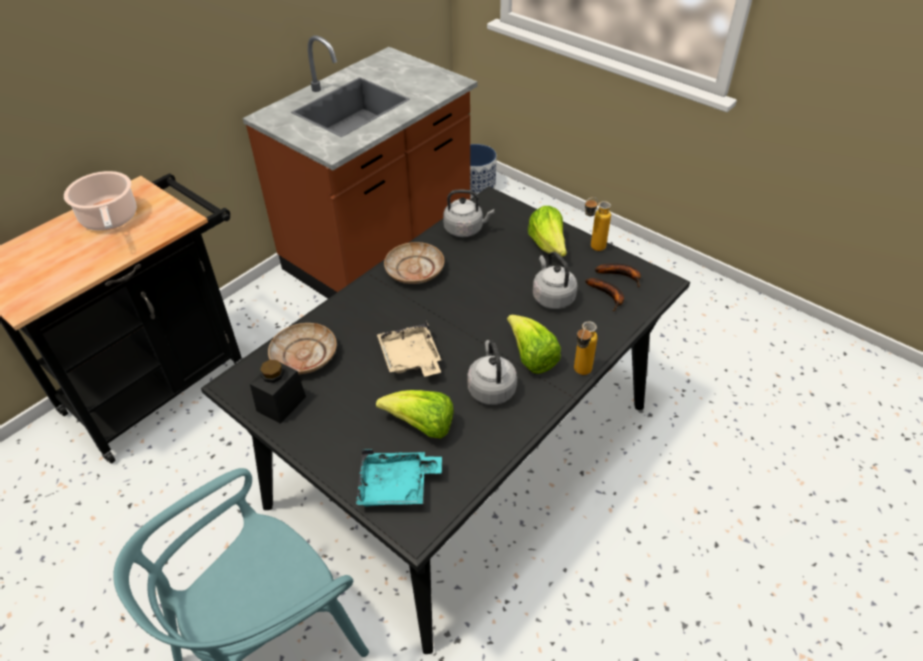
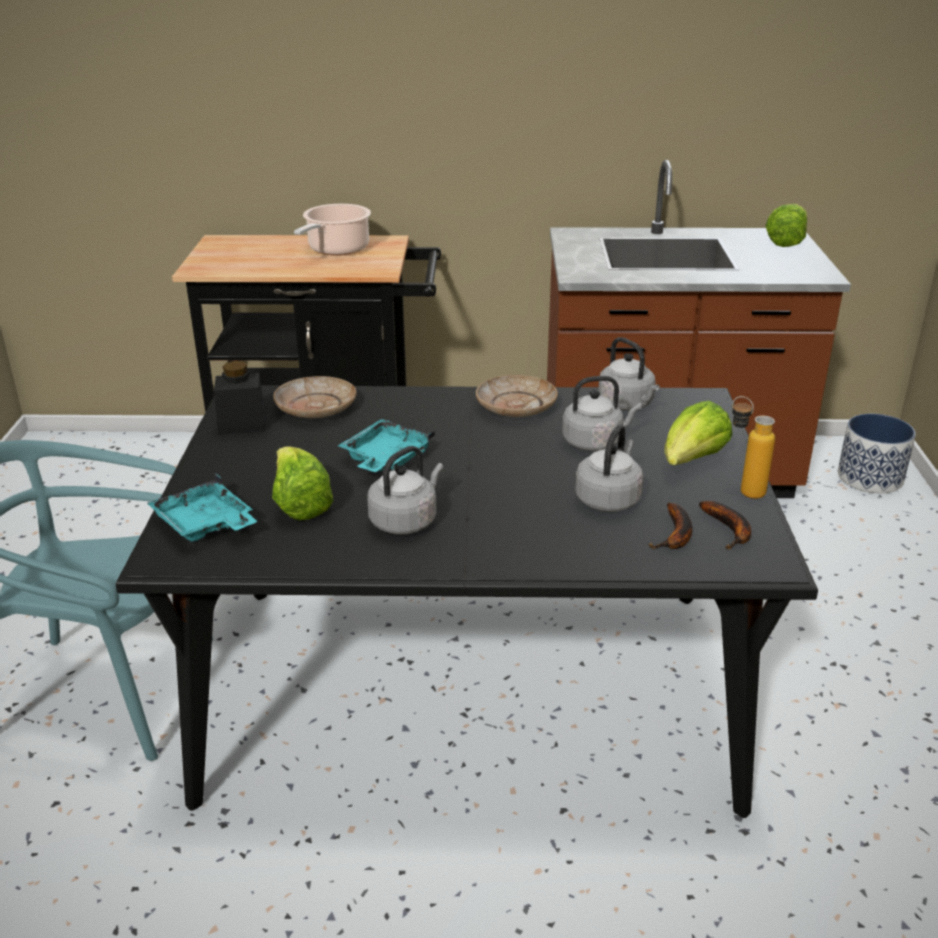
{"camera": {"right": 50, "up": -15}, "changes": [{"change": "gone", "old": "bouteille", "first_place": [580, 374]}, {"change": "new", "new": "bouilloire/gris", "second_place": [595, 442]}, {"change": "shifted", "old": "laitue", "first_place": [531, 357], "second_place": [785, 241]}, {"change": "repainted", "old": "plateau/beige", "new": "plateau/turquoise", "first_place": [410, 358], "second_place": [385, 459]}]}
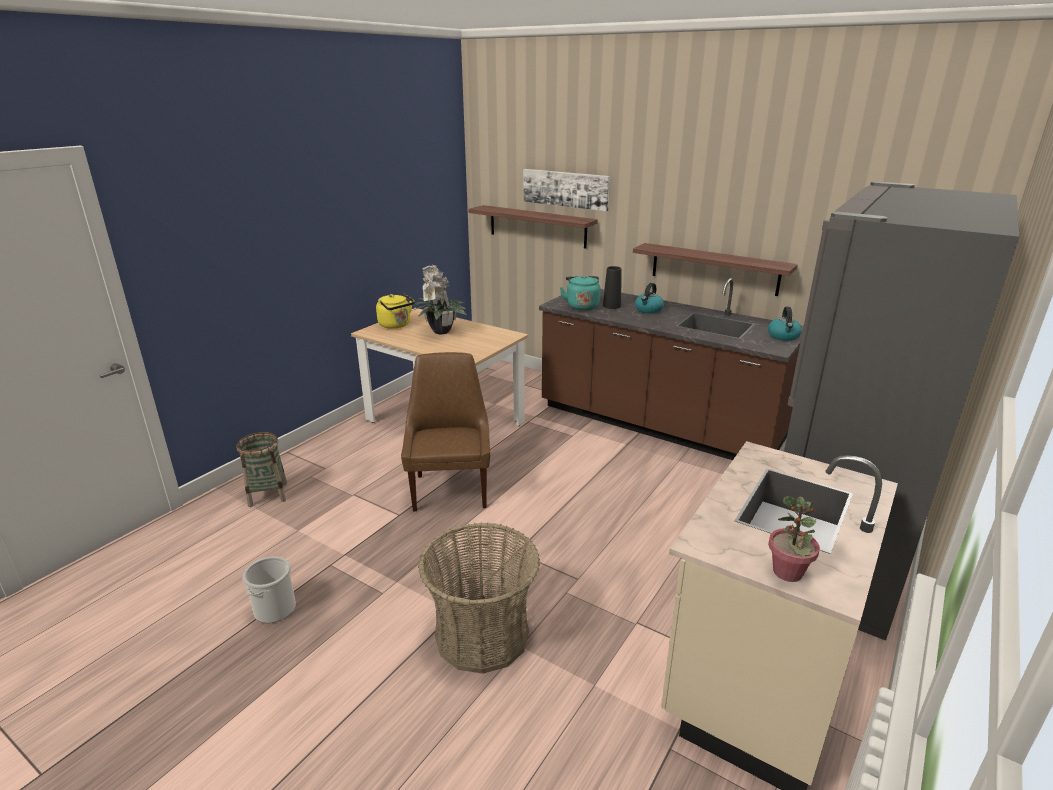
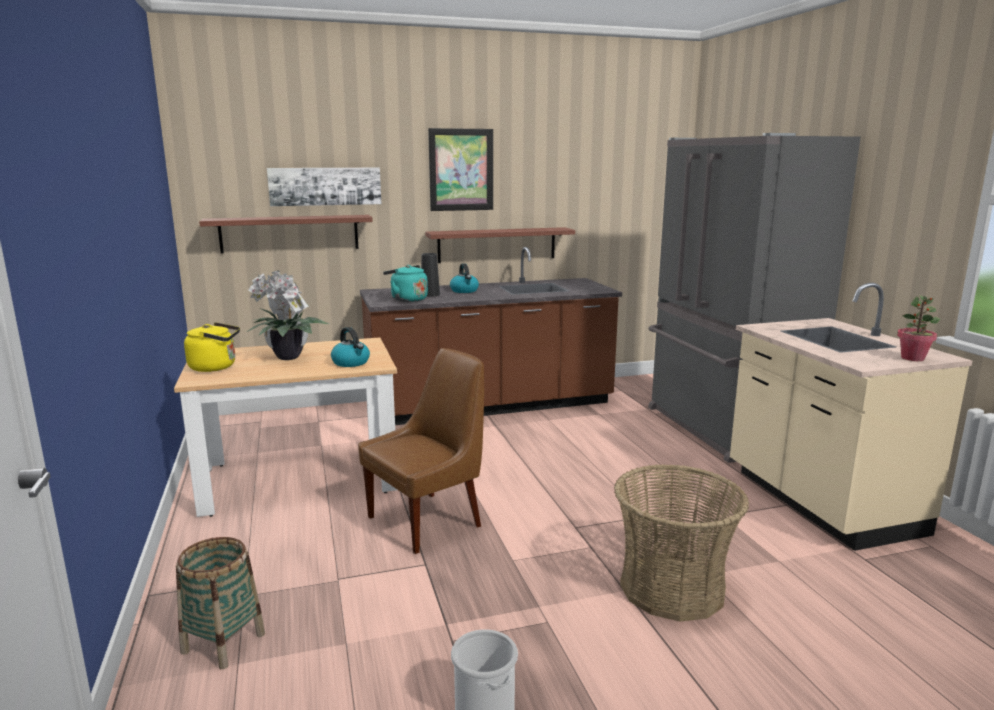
{"camera": {"right": -50, "up": -10}, "changes": [{"change": "new", "new": "tableau", "second_place": [461, 170]}, {"change": "shifted", "old": "bouilloire", "first_place": [783, 336], "second_place": [351, 363]}, {"change": "rotated", "old": "chaise/marron", "first_place": [451, 489], "second_place": [428, 520], "degrees": 105}]}
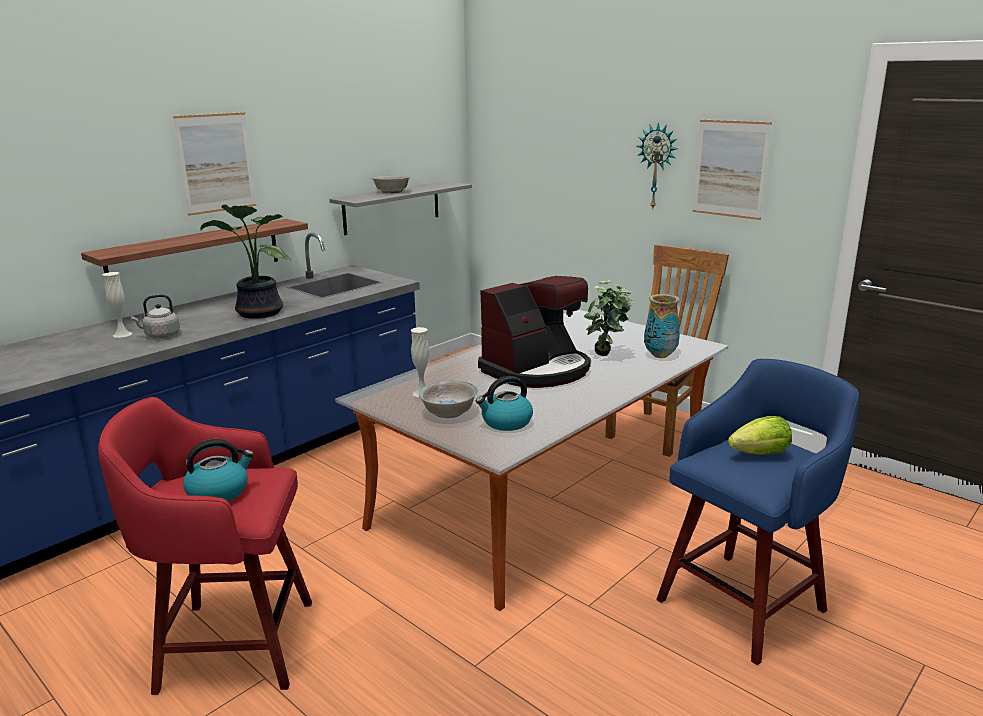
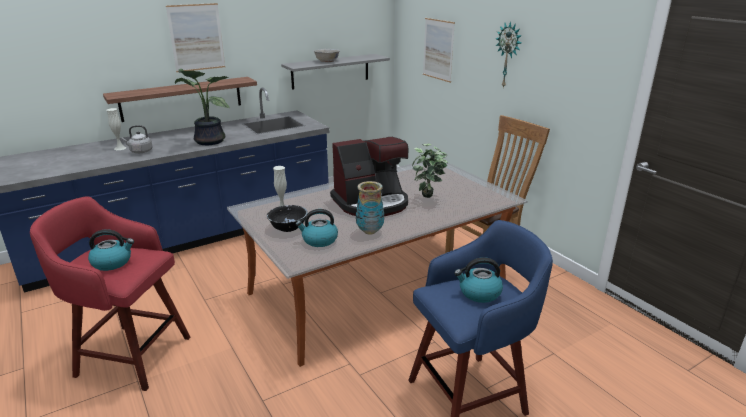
{"camera": {"right": 15, "up": 5}, "changes": [{"change": "shifted", "old": "vase", "first_place": [659, 355], "second_place": [369, 231]}, {"change": "shifted", "old": "tableau", "first_place": [730, 169], "second_place": [438, 49]}, {"change": "swapped", "old": "laitue", "new": "bouilloire", "first_place": [760, 454], "second_place": [479, 293]}, {"change": "repainted", "old": "bol/blanc", "new": "bol/noir", "first_place": [449, 412], "second_place": [288, 227]}]}
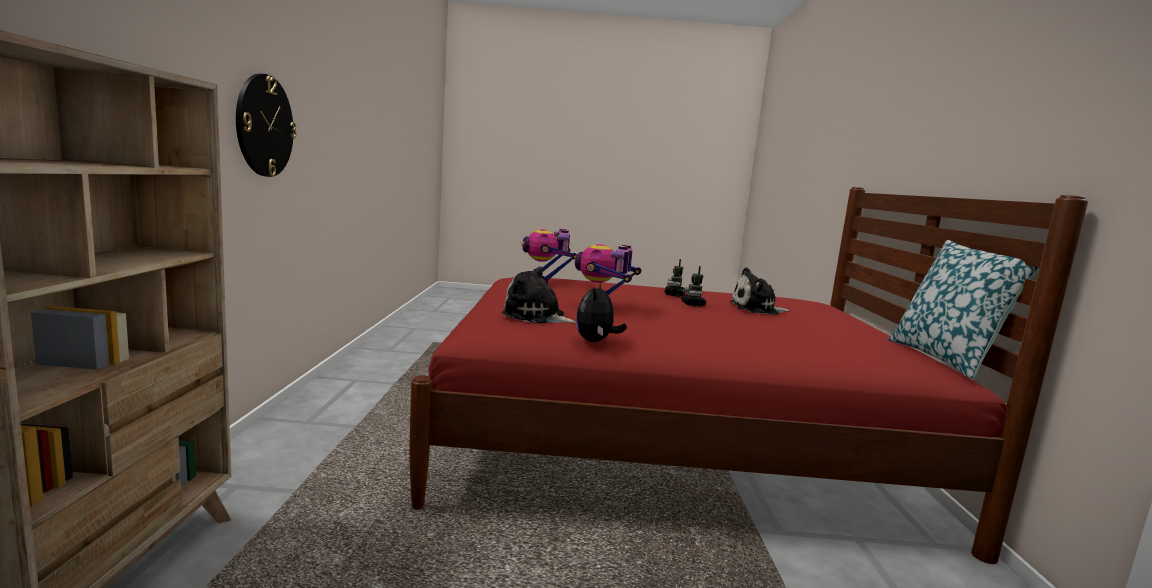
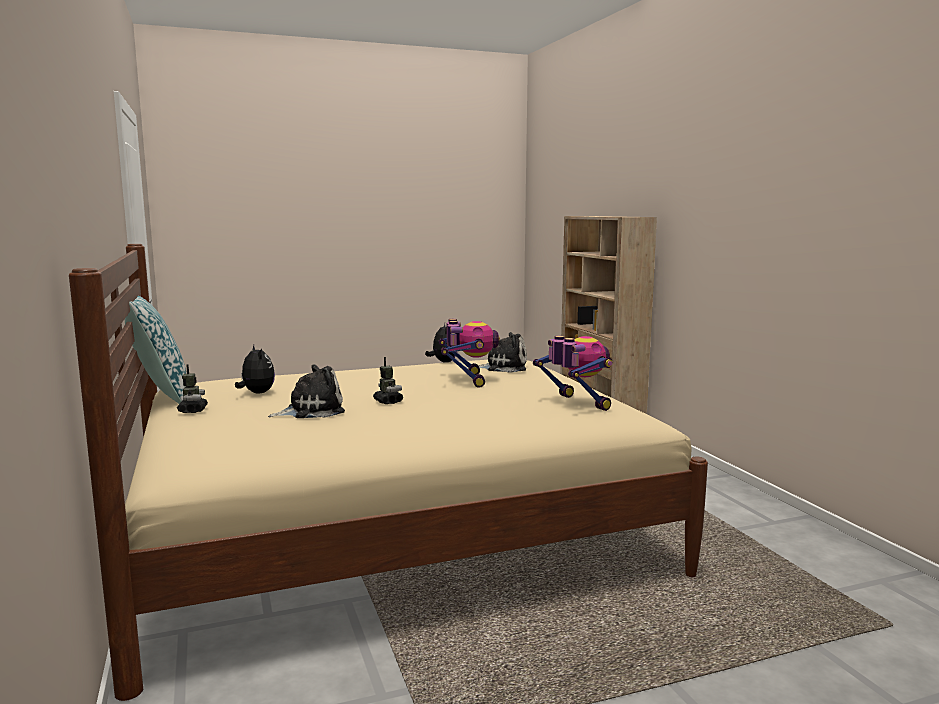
{"camera": {"right": 160, "up": 0}, "changes": [{"change": "gone", "old": "horloge murale", "first_place": [264, 126]}, {"change": "new", "new": "peluche", "second_place": [256, 393]}, {"change": "shifted", "old": "robot jouet", "first_place": [674, 295], "second_place": [193, 410]}, {"change": "repainted", "old": "lit/rouge", "new": "lit/beige", "first_place": [671, 441], "second_place": [395, 537]}]}
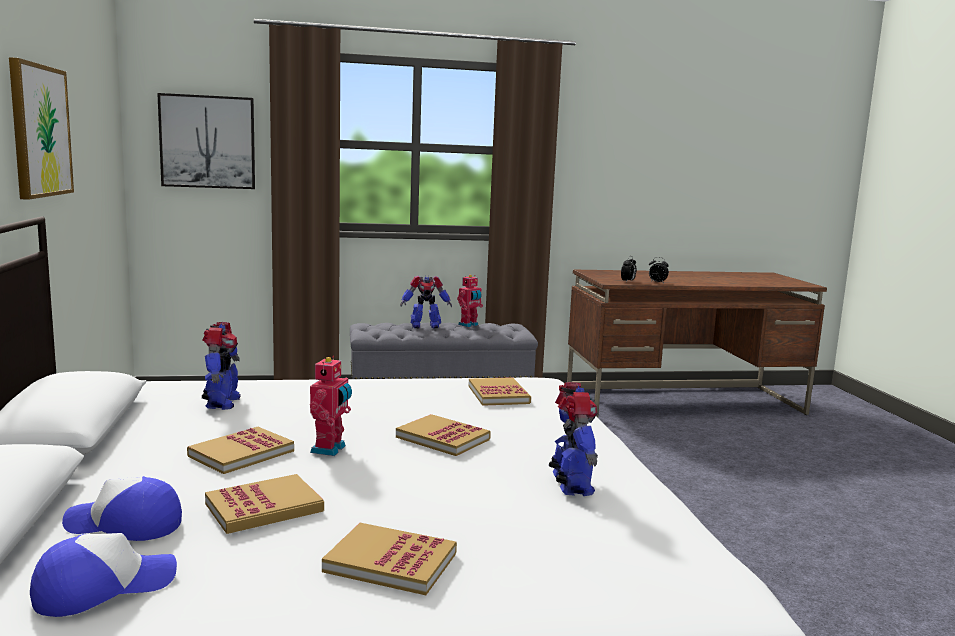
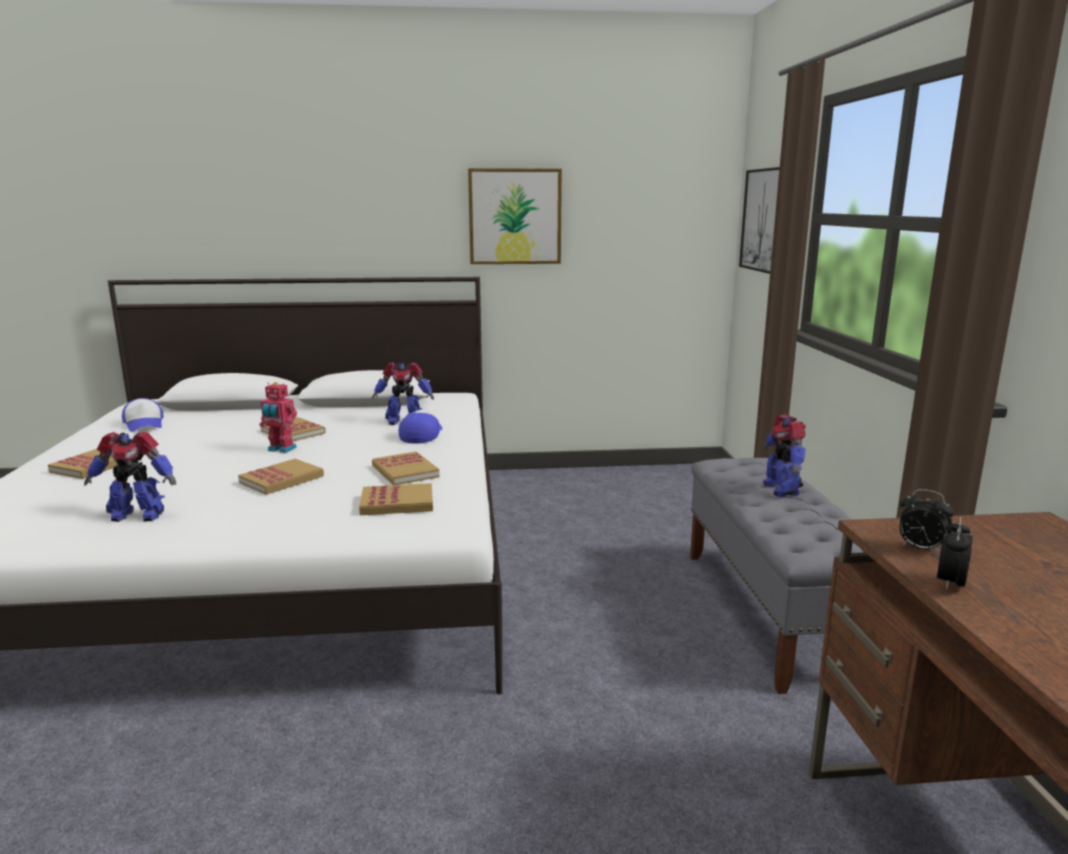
{"camera": {"right": 95, "up": 5}, "changes": [{"change": "gone", "old": "robot jouet", "first_place": [469, 325]}, {"change": "shifted", "old": "casquette", "first_place": [124, 525], "second_place": [422, 434]}, {"change": "shifted", "old": "livre", "first_place": [264, 508], "second_place": [405, 471]}]}
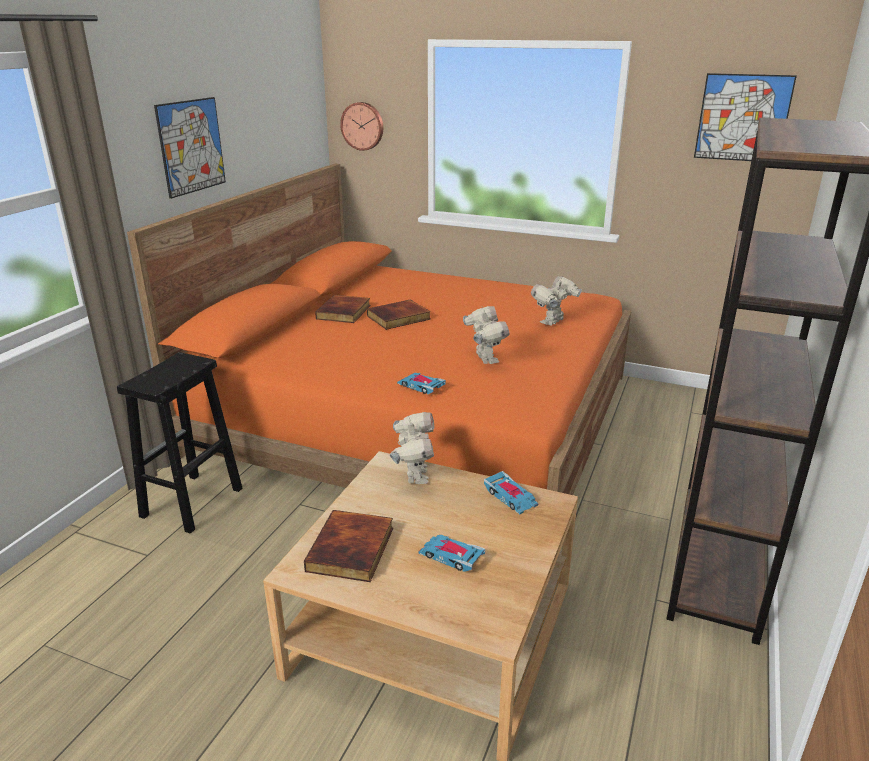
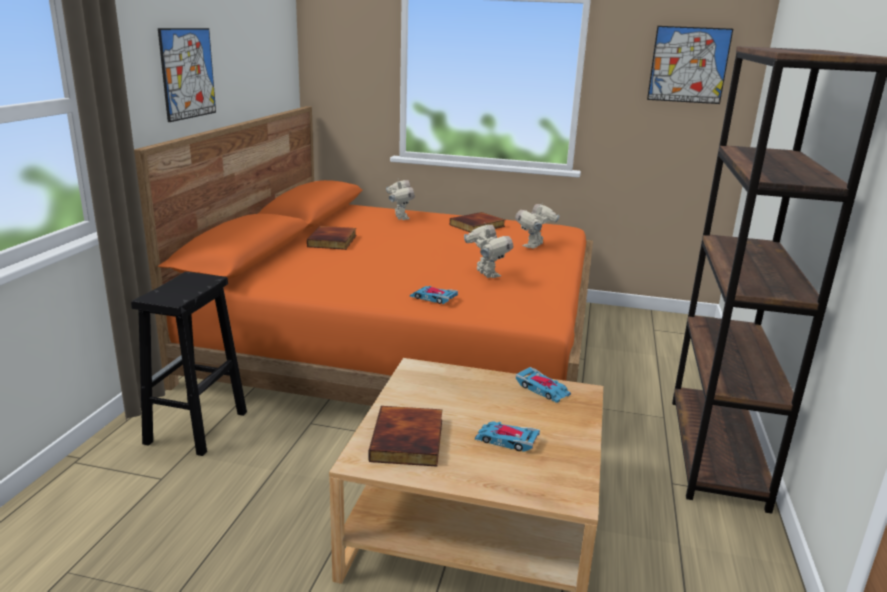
{"camera": {"right": -10, "up": -5}, "changes": [{"change": "gone", "old": "horloge murale", "first_place": [363, 126]}, {"change": "shifted", "old": "livre", "first_place": [398, 318], "second_place": [477, 226]}, {"change": "shifted", "old": "robot jouet", "first_place": [414, 476], "second_place": [400, 218]}]}
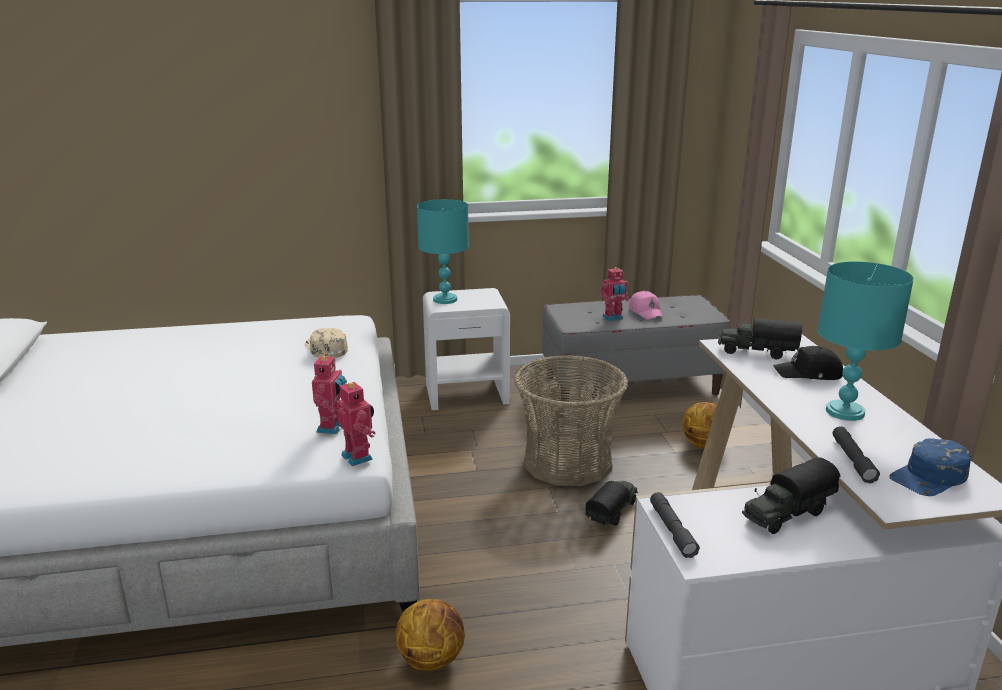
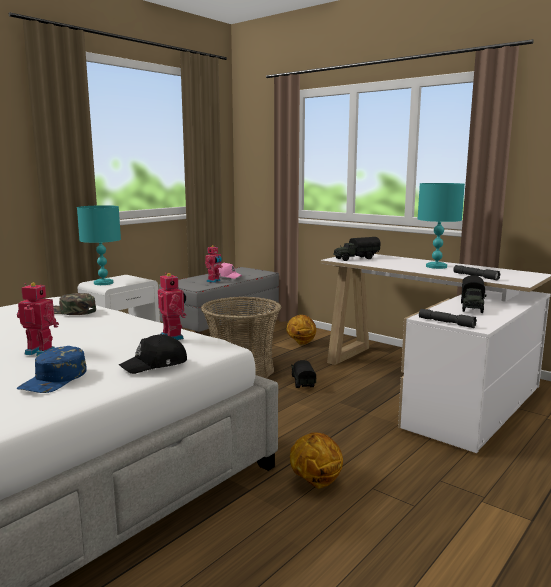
{"camera": {"right": -40, "up": -10}, "changes": [{"change": "shifted", "old": "robot jouet", "first_place": [359, 456], "second_place": [41, 351]}, {"change": "shifted", "old": "casquette/noir", "first_place": [809, 374], "second_place": [155, 364]}, {"change": "shifted", "old": "casquette/bleu", "first_place": [929, 477], "second_place": [54, 379]}, {"change": "repainted", "old": "casquette/beige", "new": "casquette/vert", "first_place": [325, 348], "second_place": [71, 311]}]}
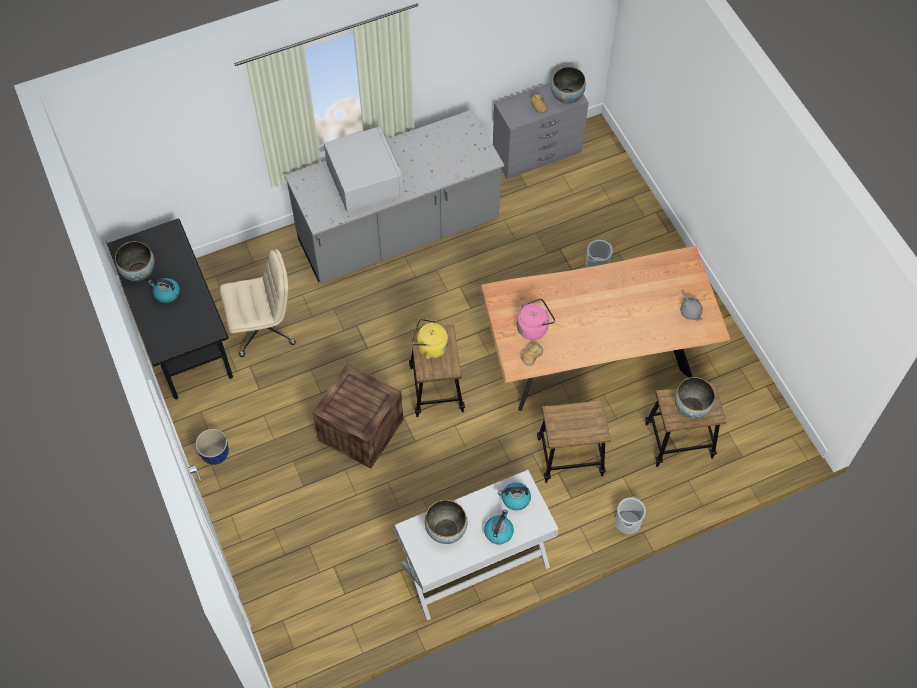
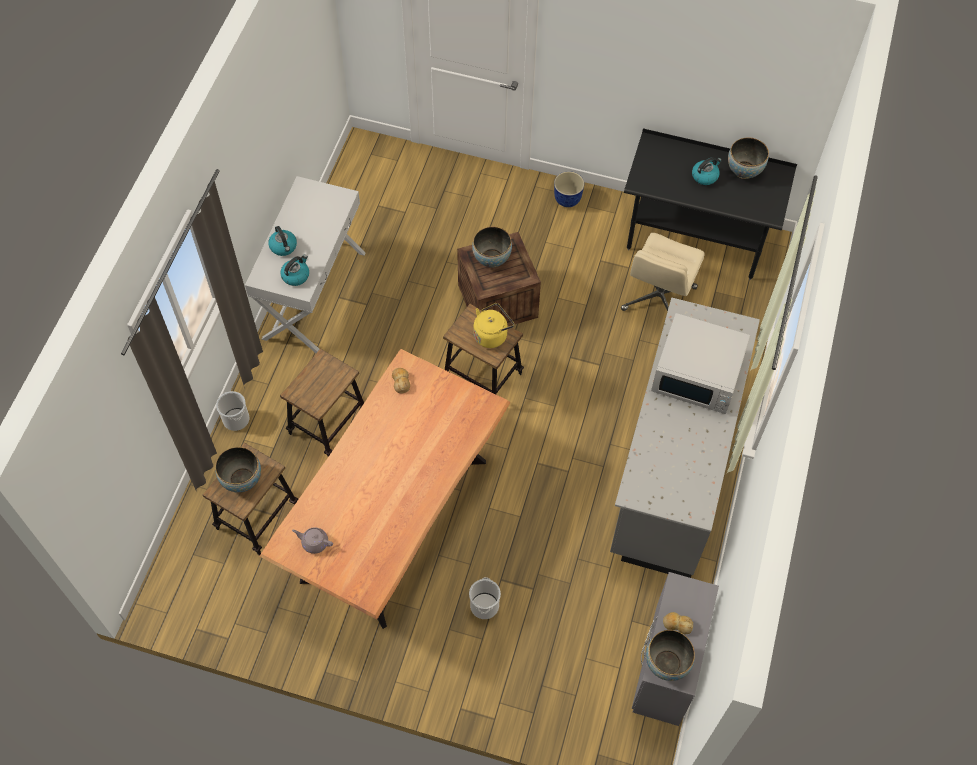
{"camera": {"right": 130, "up": 0}, "changes": [{"change": "gone", "old": "bouilloire/rose", "first_place": [534, 327]}, {"change": "shifted", "old": "bol", "first_place": [446, 530], "second_place": [491, 259]}]}
